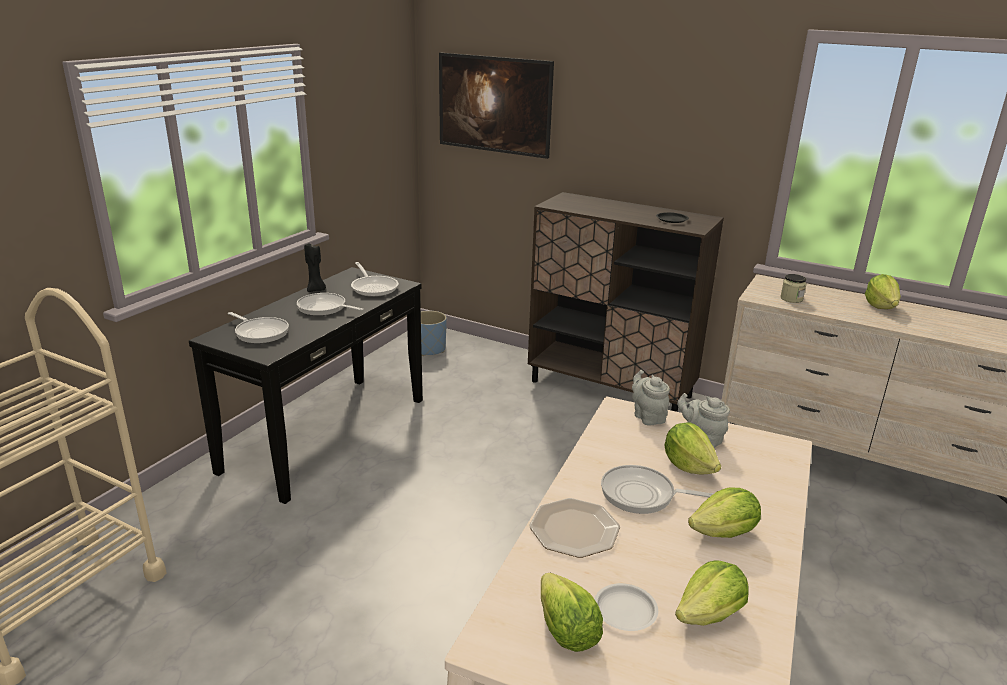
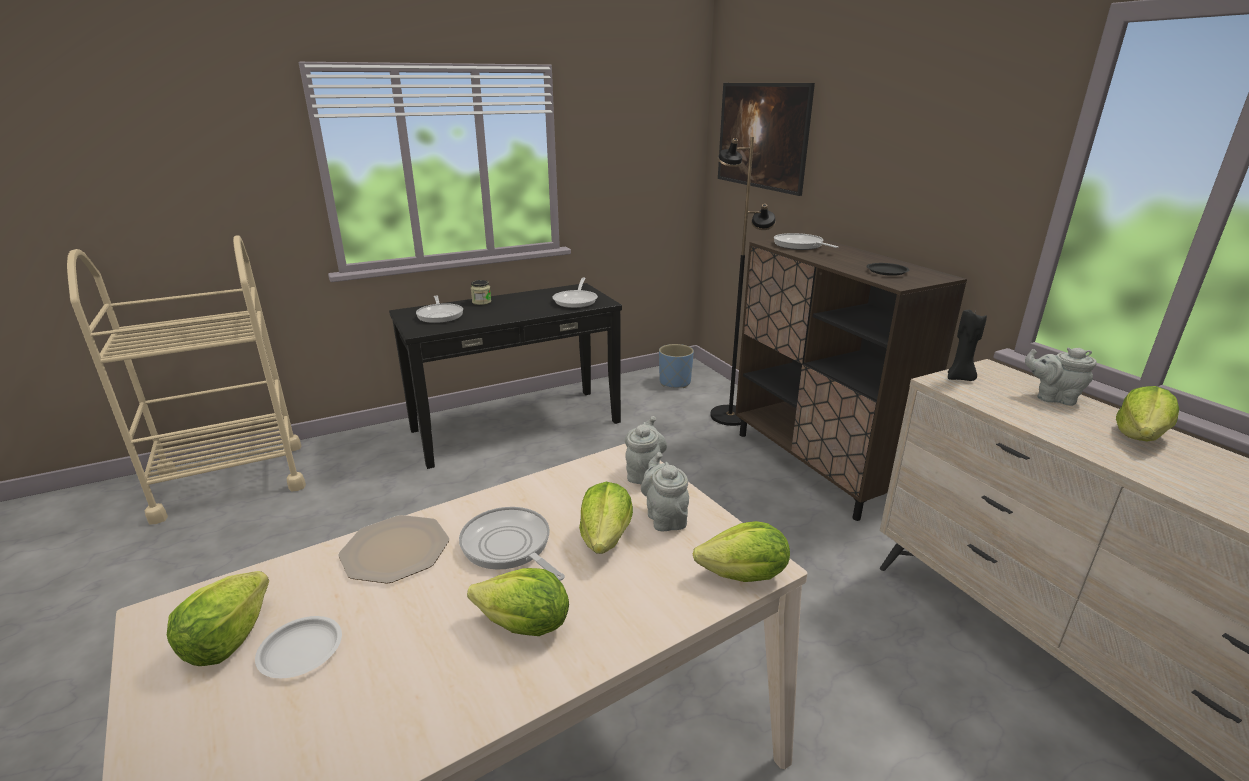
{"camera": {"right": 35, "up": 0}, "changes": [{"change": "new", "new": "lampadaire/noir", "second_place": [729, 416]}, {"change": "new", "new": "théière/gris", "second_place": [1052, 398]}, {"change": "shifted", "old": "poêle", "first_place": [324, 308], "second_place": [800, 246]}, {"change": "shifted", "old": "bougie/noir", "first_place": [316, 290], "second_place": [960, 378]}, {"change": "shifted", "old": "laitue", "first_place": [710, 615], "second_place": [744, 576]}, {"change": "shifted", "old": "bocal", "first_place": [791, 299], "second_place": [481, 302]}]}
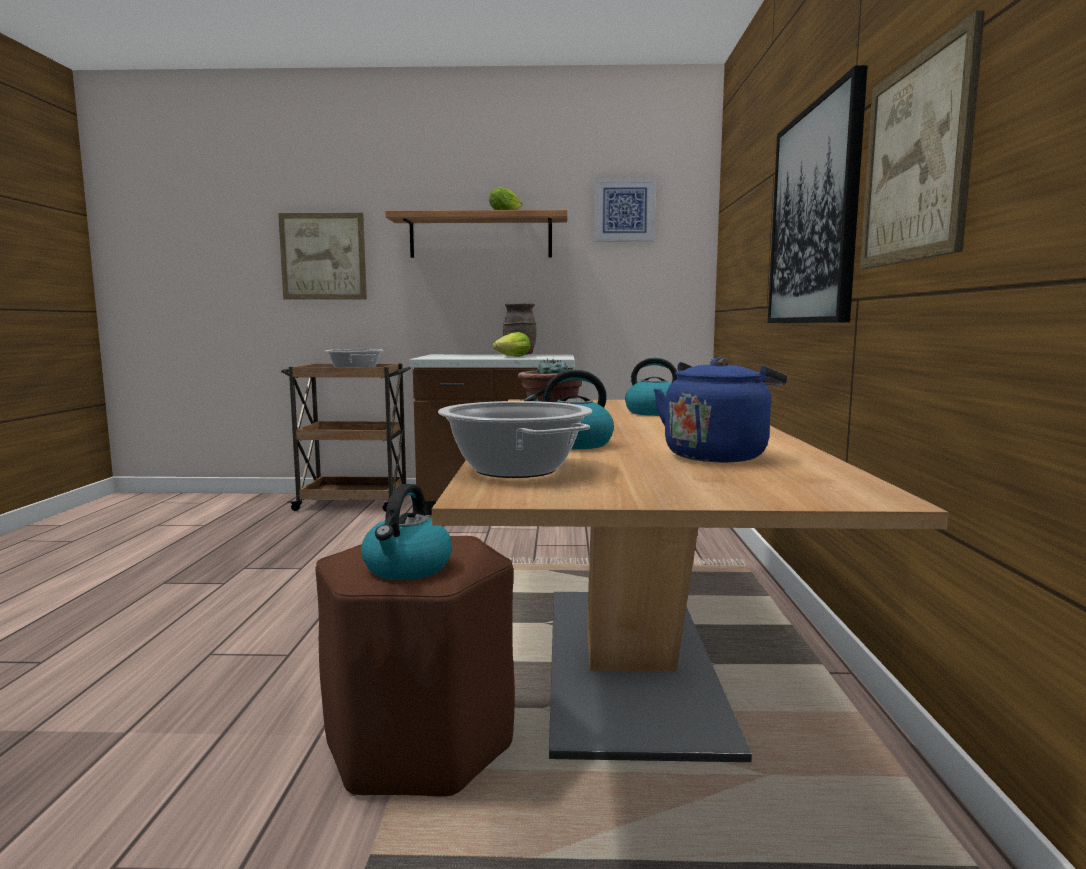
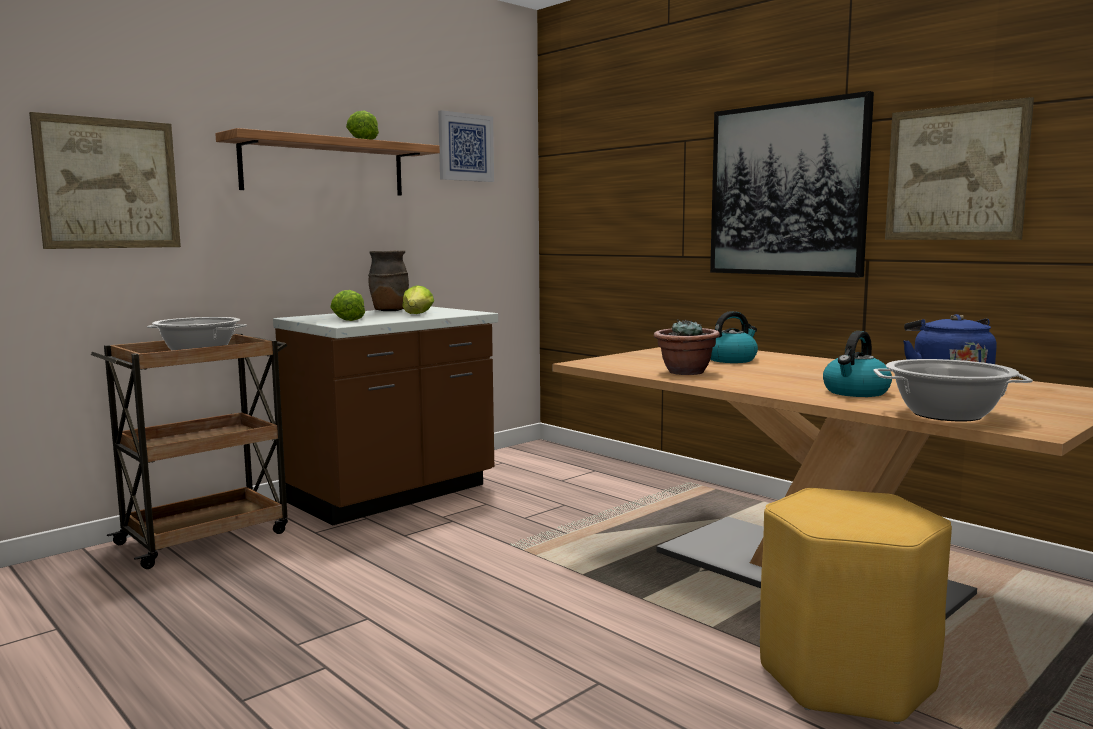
{"camera": {"right": -45, "up": 0}, "changes": [{"change": "gone", "old": "bouilloire", "first_place": [407, 568]}, {"change": "new", "new": "laitue", "second_place": [347, 319]}, {"change": "repainted", "old": "tabouret/marron", "new": "tabouret/jaune", "first_place": [419, 743], "second_place": [845, 677]}]}
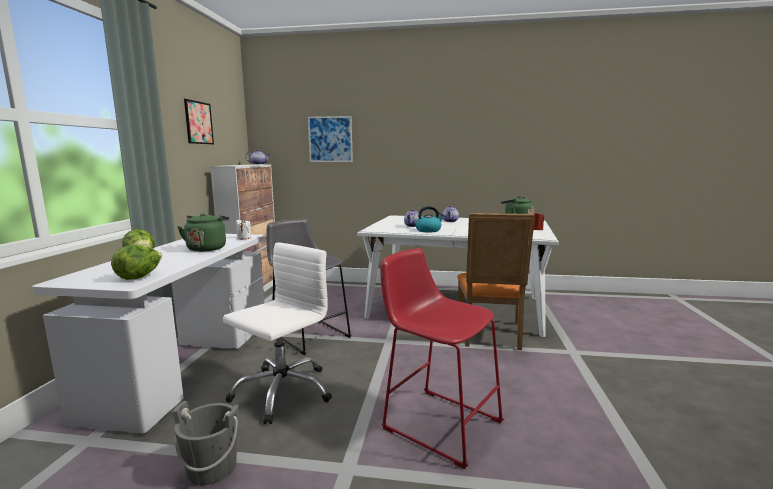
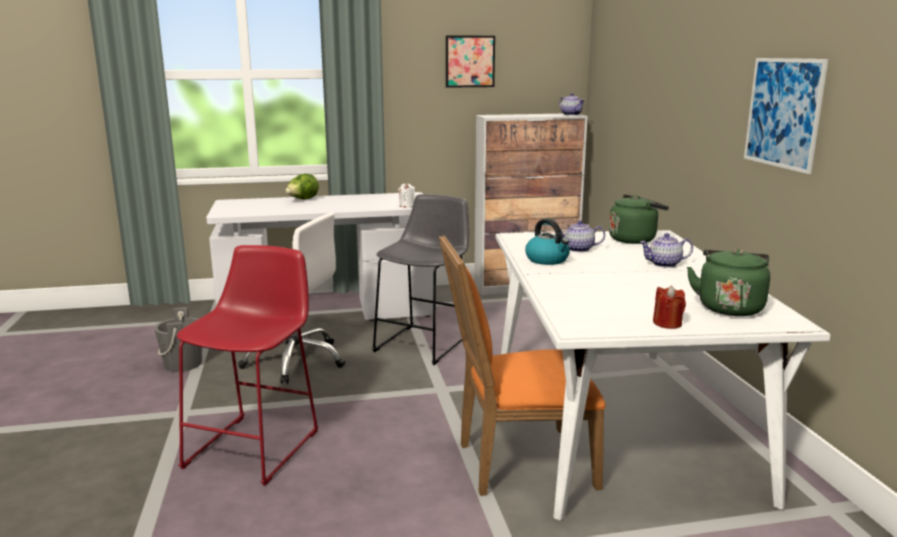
{"camera": {"right": 70, "up": 5}, "changes": [{"change": "gone", "old": "laitue", "first_place": [140, 276]}, {"change": "shifted", "old": "bouilloire/vert", "first_place": [207, 248], "second_place": [634, 239]}, {"change": "shifted", "old": "tableau", "first_place": [330, 139], "second_place": [783, 113]}]}
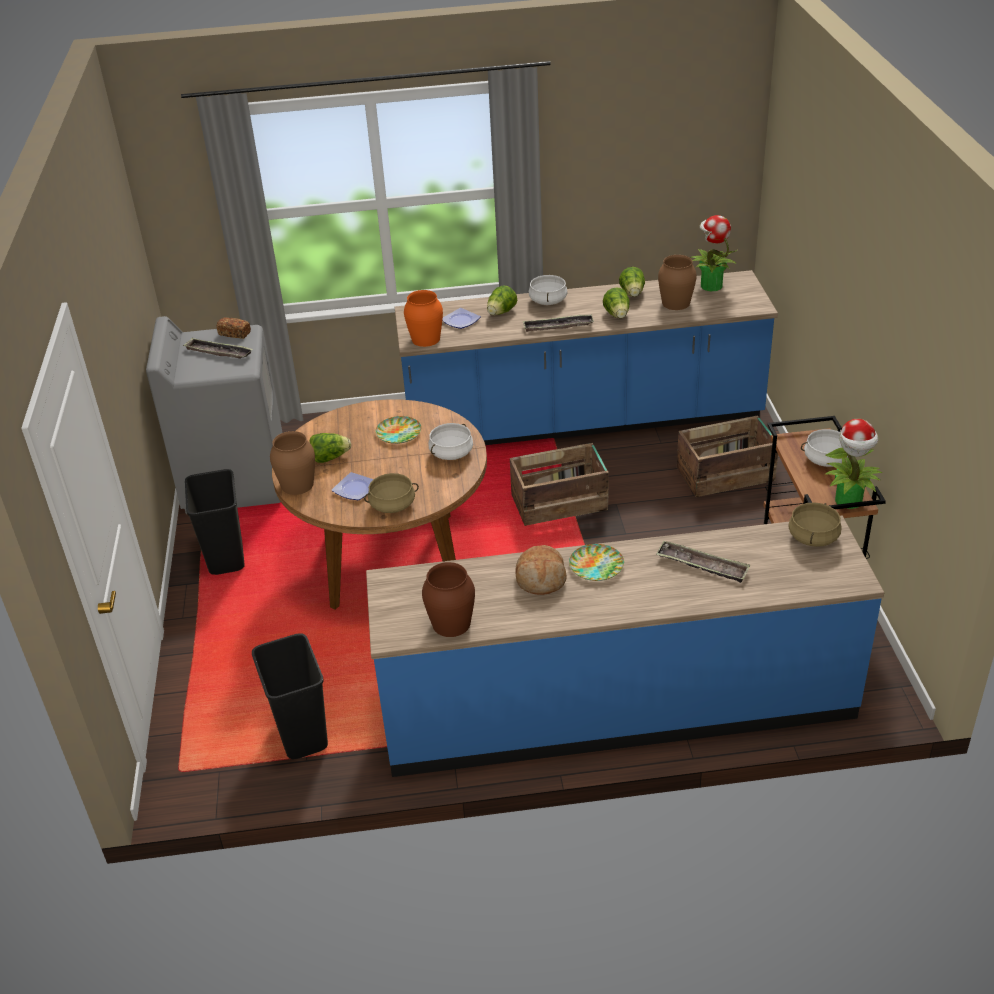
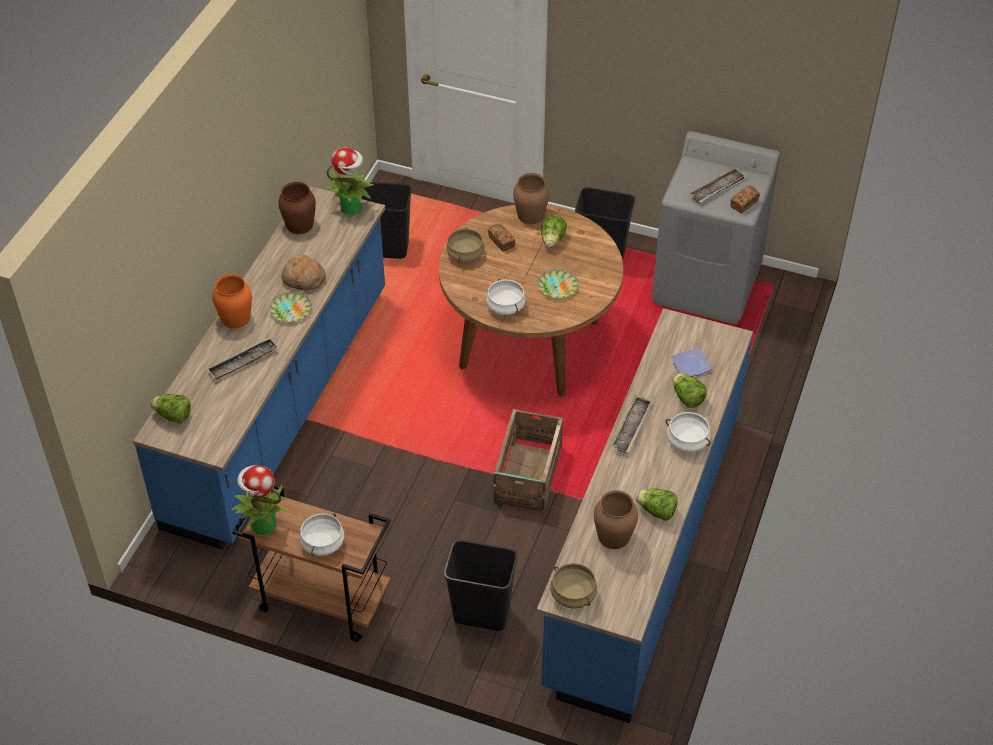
{"camera": {"right": 115, "up": 10}, "changes": [{"change": "shifted", "old": "vase/orange", "first_place": [425, 339], "second_place": [235, 318]}, {"change": "shifted", "old": "laitue", "first_place": [617, 315], "second_place": [173, 416]}, {"change": "shifted", "old": "plante en pot", "first_place": [710, 285], "second_place": [352, 207]}, {"change": "shifted", "old": "marmite/beige", "first_place": [813, 537], "second_place": [572, 594]}, {"change": "swapped", "old": "assiette", "new": "pain", "first_place": [355, 488], "second_place": [501, 242]}, {"change": "swapped", "old": "caisse", "new": "poubelle/noir", "first_place": [727, 475], "second_place": [480, 614]}]}
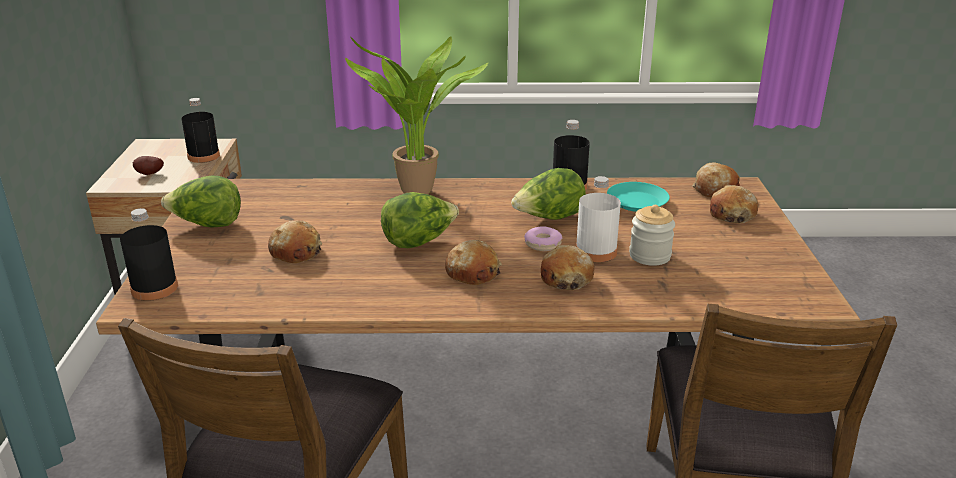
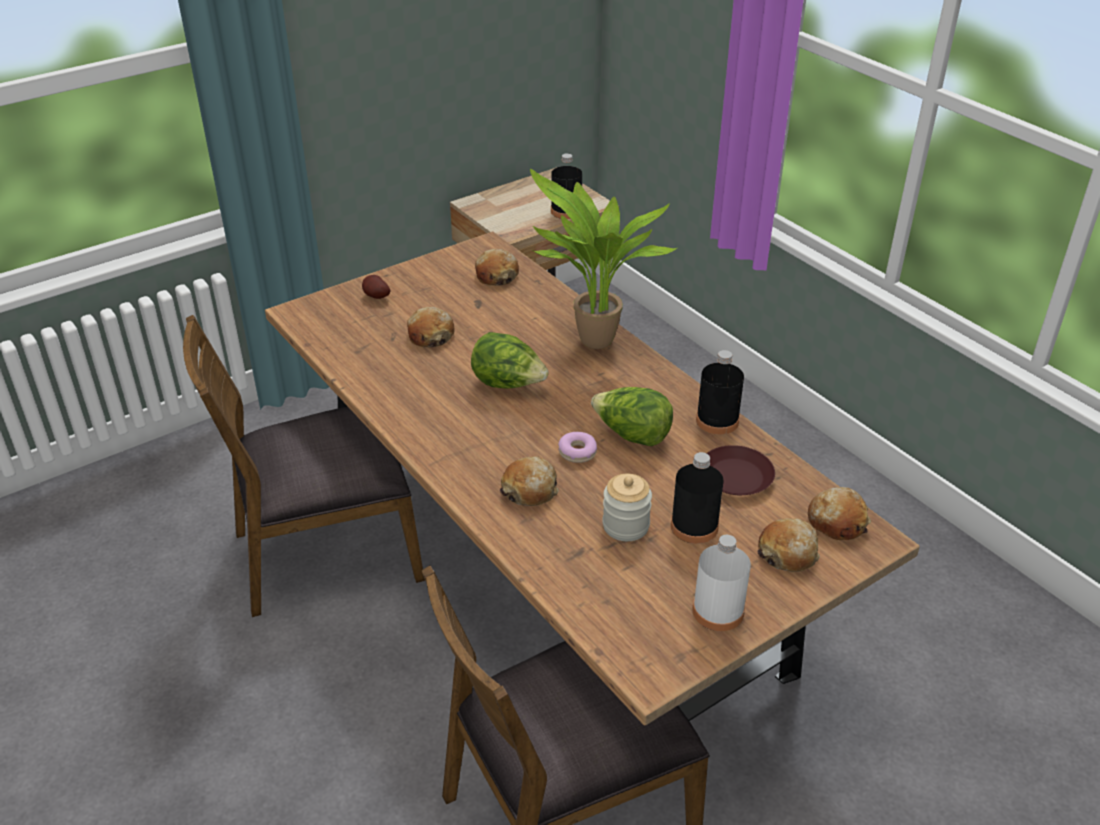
{"camera": {"right": 55, "up": 10}, "changes": [{"change": "gone", "old": "laitue", "first_place": [207, 225]}, {"change": "shifted", "old": "bouteille/noir", "first_place": [154, 288], "second_place": [694, 526]}, {"change": "shifted", "old": "pomme de terre", "first_place": [149, 174], "second_place": [375, 297]}, {"change": "shifted", "old": "pain", "first_place": [473, 272], "second_place": [496, 275]}, {"change": "shifted", "old": "bouteille/blanc", "first_place": [596, 251], "second_place": [718, 611]}, {"change": "repainted", "old": "assiette/turquoise", "new": "assiette/marron", "first_place": [637, 202], "second_place": [735, 477]}]}
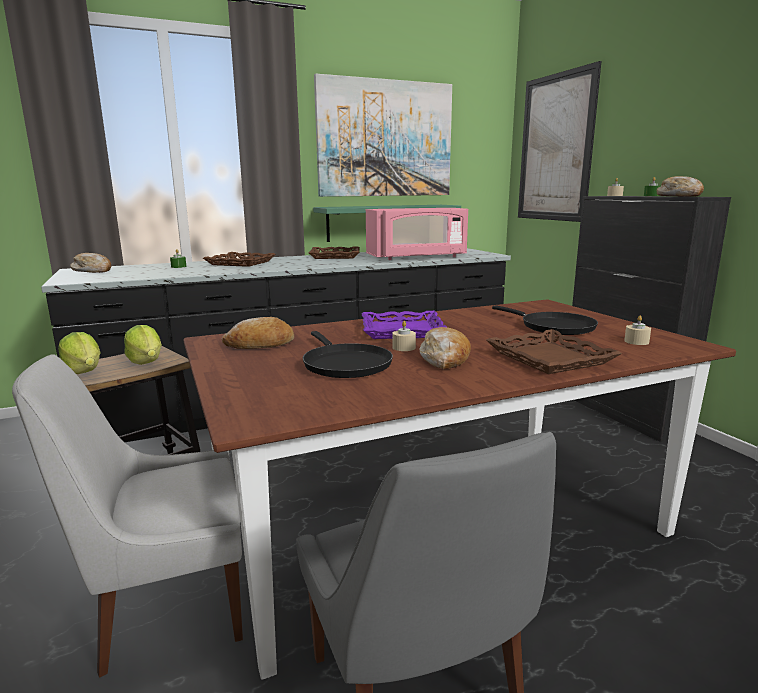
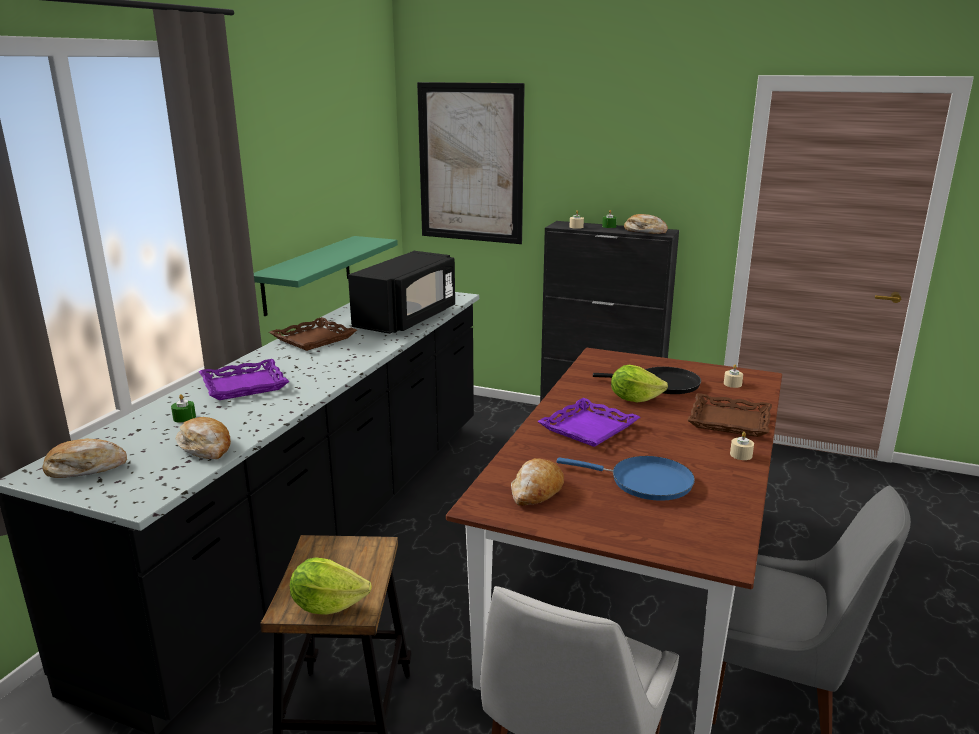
{"camera": {"right": -45, "up": 5}, "changes": [{"change": "gone", "old": "tableau", "first_place": [385, 139]}, {"change": "shifted", "old": "laitue", "first_place": [146, 362], "second_place": [634, 399]}, {"change": "shifted", "old": "bougie/beige", "first_place": [404, 347], "second_place": [741, 455]}, {"change": "shifted", "old": "pain", "first_place": [445, 359], "second_place": [206, 447]}, {"change": "repainted", "old": "plateau/marron", "new": "plateau/violet", "first_place": [241, 263], "second_place": [244, 385]}, {"change": "repainted", "old": "poêle/noir", "new": "poêle/bleu", "first_place": [344, 364], "second_place": [645, 482]}, {"change": "repainted", "old": "micro-ondes/rose", "new": "micro-ondes/noir", "first_place": [417, 257], "second_place": [407, 319]}]}
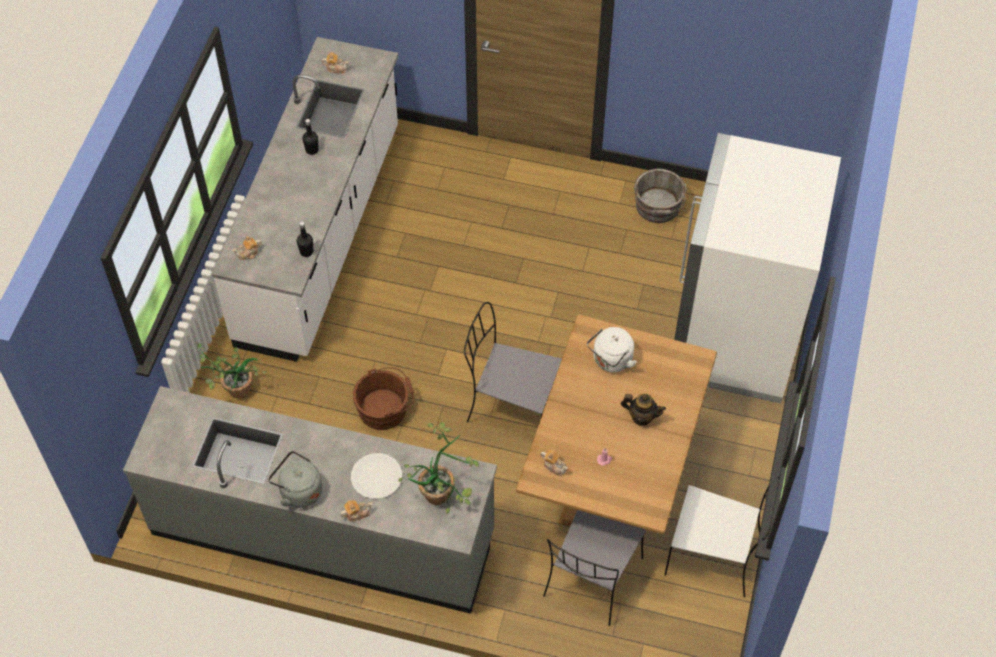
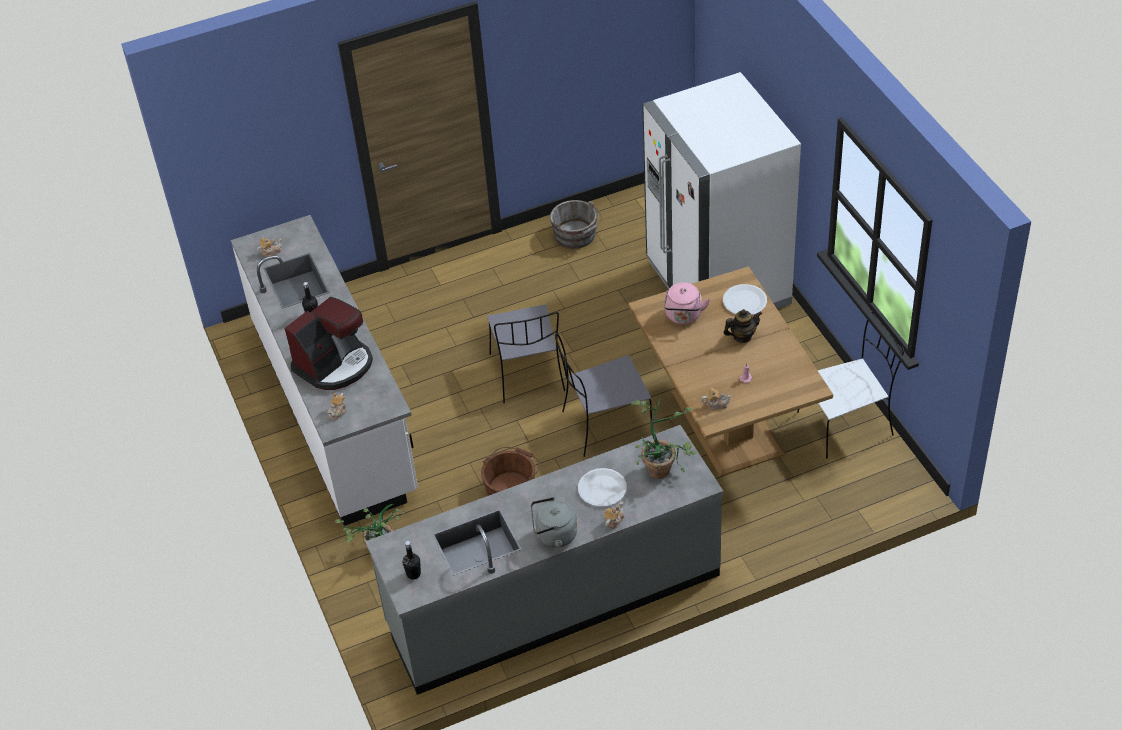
{"camera": {"right": -35, "up": -10}, "changes": [{"change": "new", "new": "machine à café", "second_place": [335, 365]}, {"change": "new", "new": "assiette/blanc", "second_place": [744, 301]}, {"change": "shifted", "old": "bouteille/noir", "first_place": [306, 252], "second_place": [413, 574]}, {"change": "shifted", "old": "chaise/gris", "first_place": [592, 579], "second_place": [528, 374]}, {"change": "repainted", "old": "bouilloire/blanc", "new": "bouilloire/rose", "first_place": [611, 361], "second_place": [683, 316]}]}
